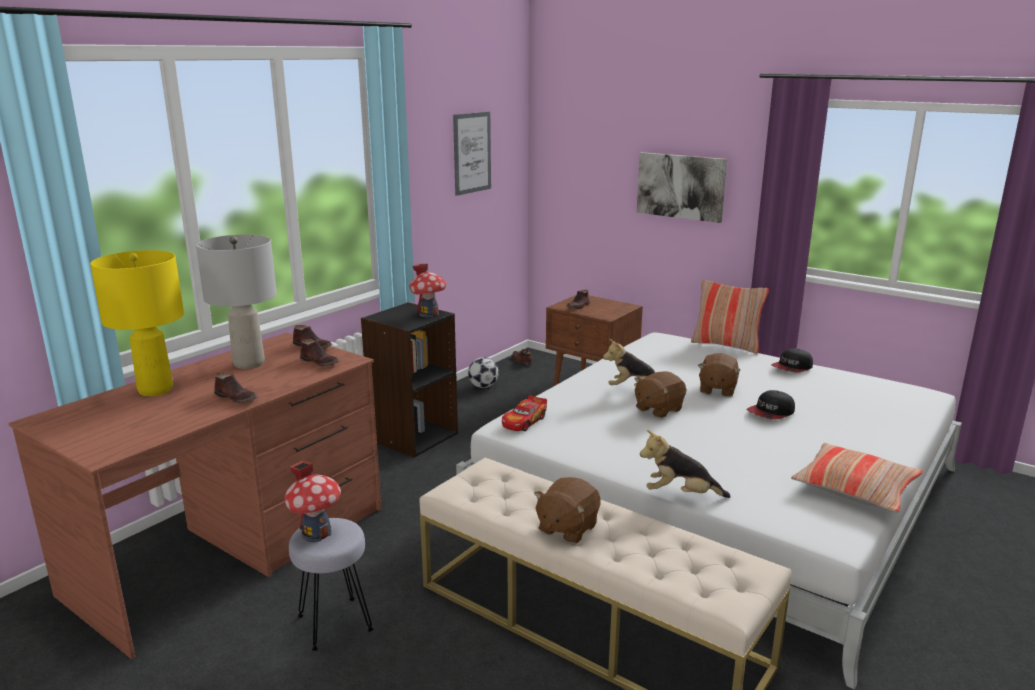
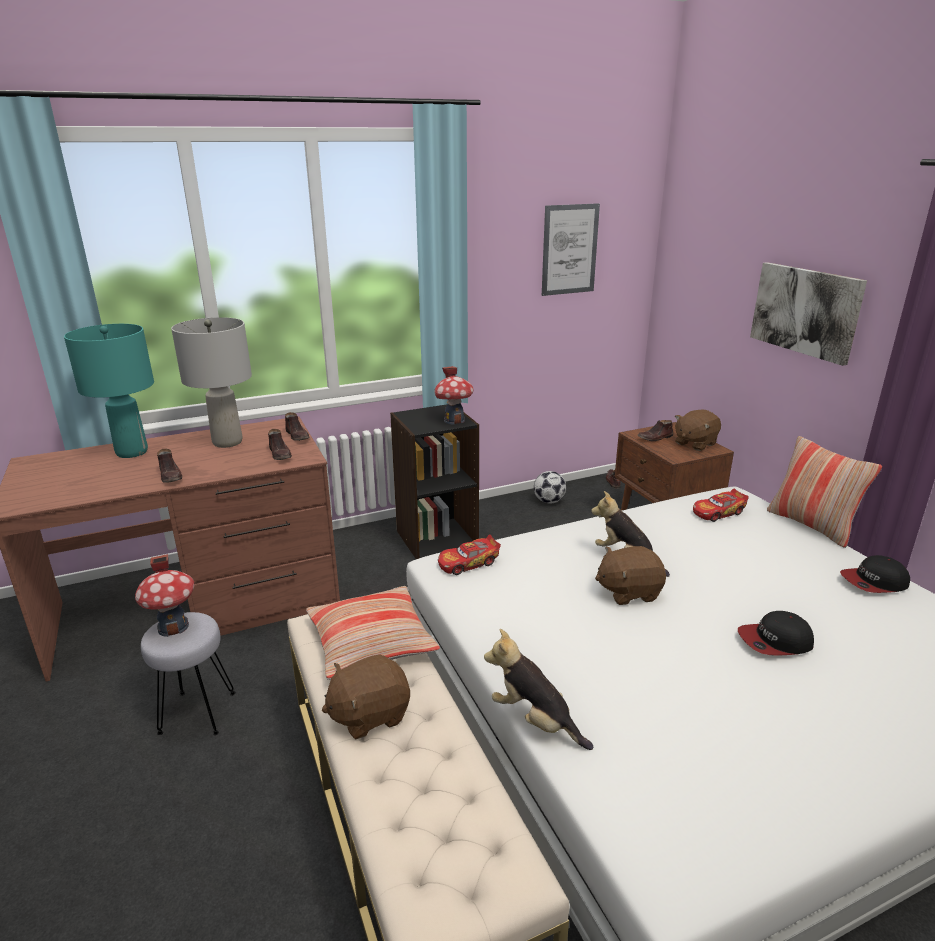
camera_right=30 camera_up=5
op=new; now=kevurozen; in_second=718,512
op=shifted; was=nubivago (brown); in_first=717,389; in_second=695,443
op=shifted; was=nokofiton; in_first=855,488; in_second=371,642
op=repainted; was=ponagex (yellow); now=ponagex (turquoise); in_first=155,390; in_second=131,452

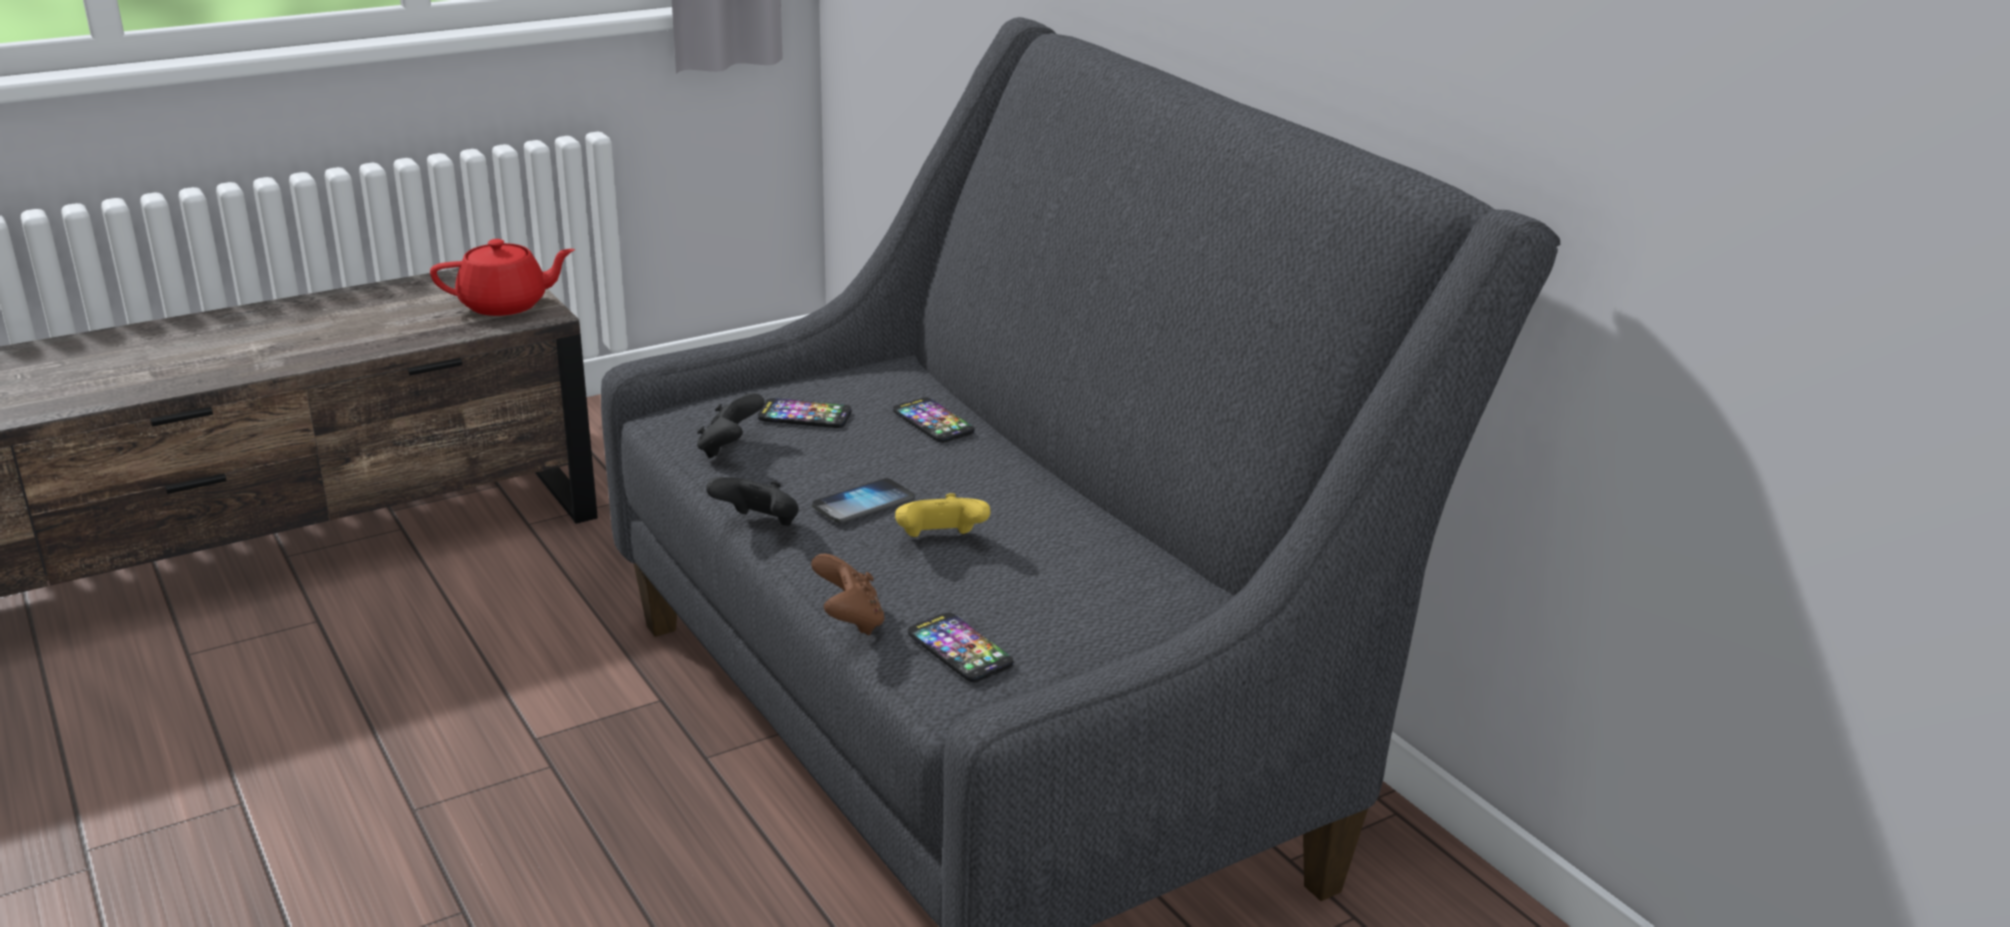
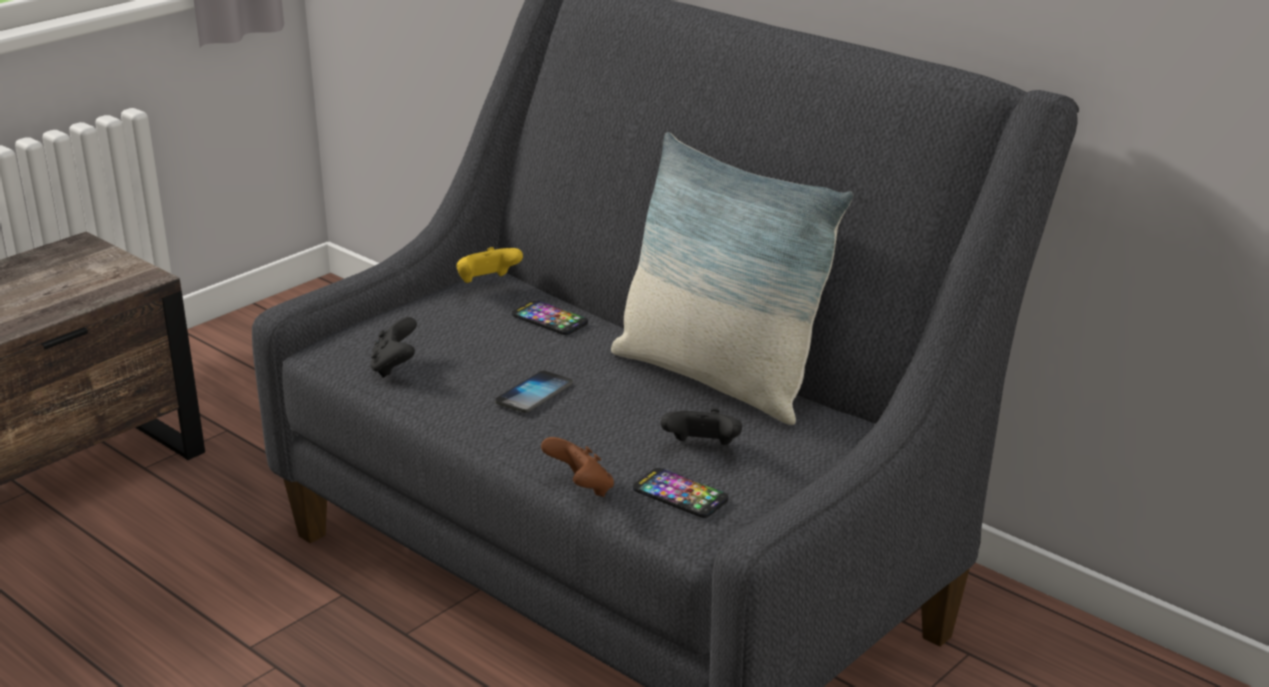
camera_right=-15 camera_up=0
op=gone; was=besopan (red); in_first=505,305
op=gone; was=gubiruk; in_first=804,415
op=new; now=nokofiton; in_second=717,379
op=shifted; was=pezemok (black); in_first=759,525; in_second=702,448
op=shifted; was=pezemok (yellow); in_first=940,541; in_second=487,283

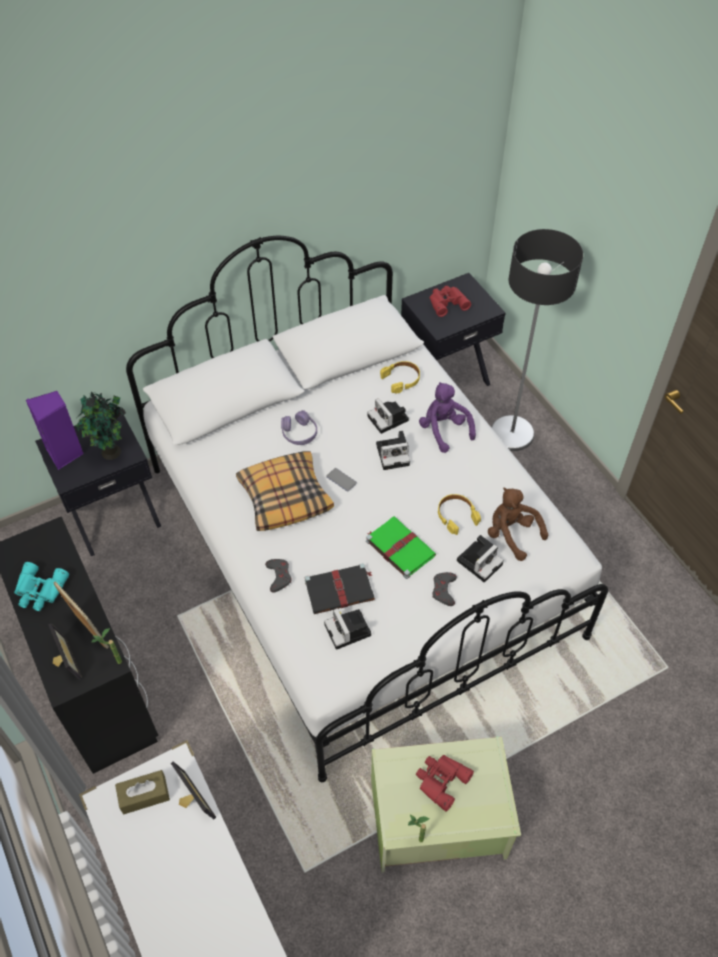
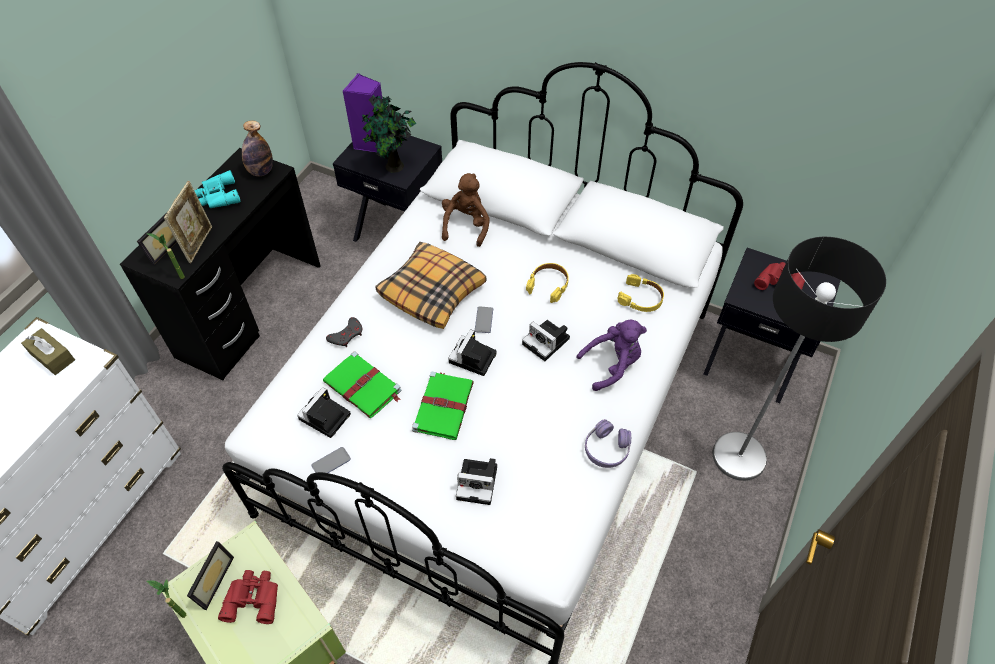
camera_right=55 camera_up=0
op=gone; was=pezemok (grey); in_first=444,590
op=new; now=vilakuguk; in_second=261,171
op=new; now=gubiruk; in_second=331,462
op=shifted; was=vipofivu; in_first=190,801; in_second=211,580
op=shifted; was=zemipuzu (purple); in_first=299,433; in_second=606,449
op=shifted; was=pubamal; in_first=389,419; in_second=472,359
op=shifted; was=zemipuzu (yellow); in_first=456,516; in_second=548,285
op=shifted; was=nubivago (brown); in_first=511,534; in_second=466,225
op=repainted; was=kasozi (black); now=kasozi (green); in_first=340,590; in_second=363,387
op=rotated; was=nubivago (purple); in_first=444,430; in_second=612,365; clockwise=45

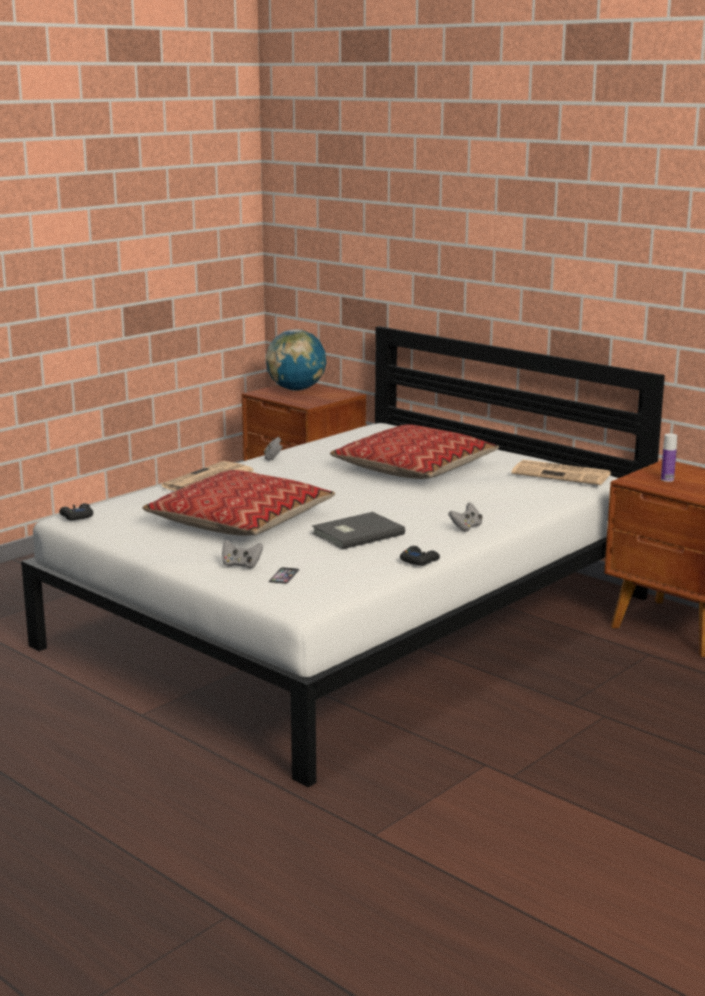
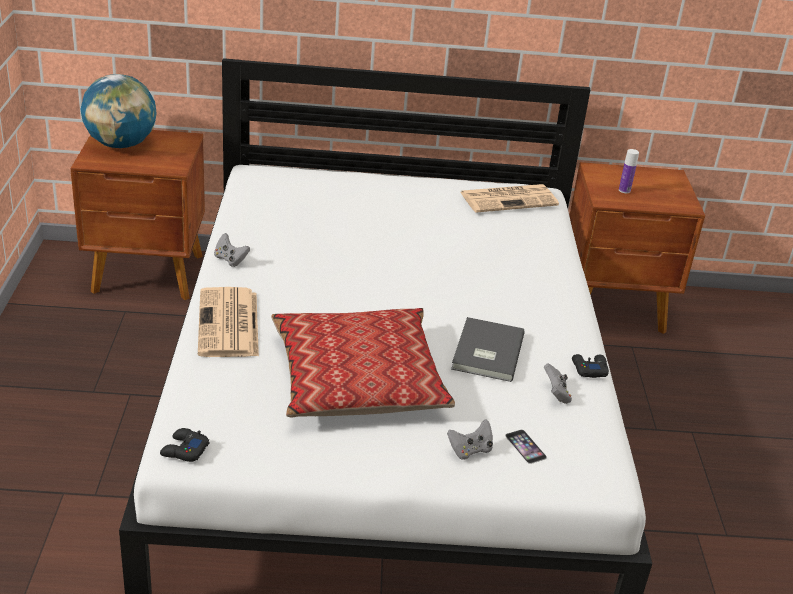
camera_right=-45 camera_up=15
op=gone; was=nokofiton; in_first=414,468
op=shifted; was=pezemok (grey); in_first=466,527; in_second=556,394

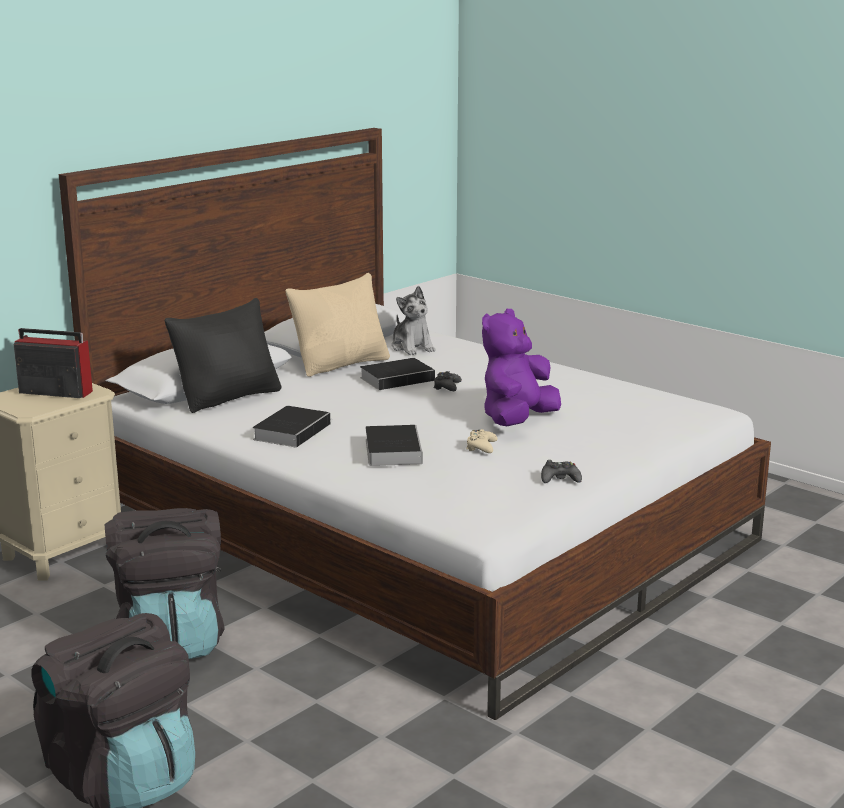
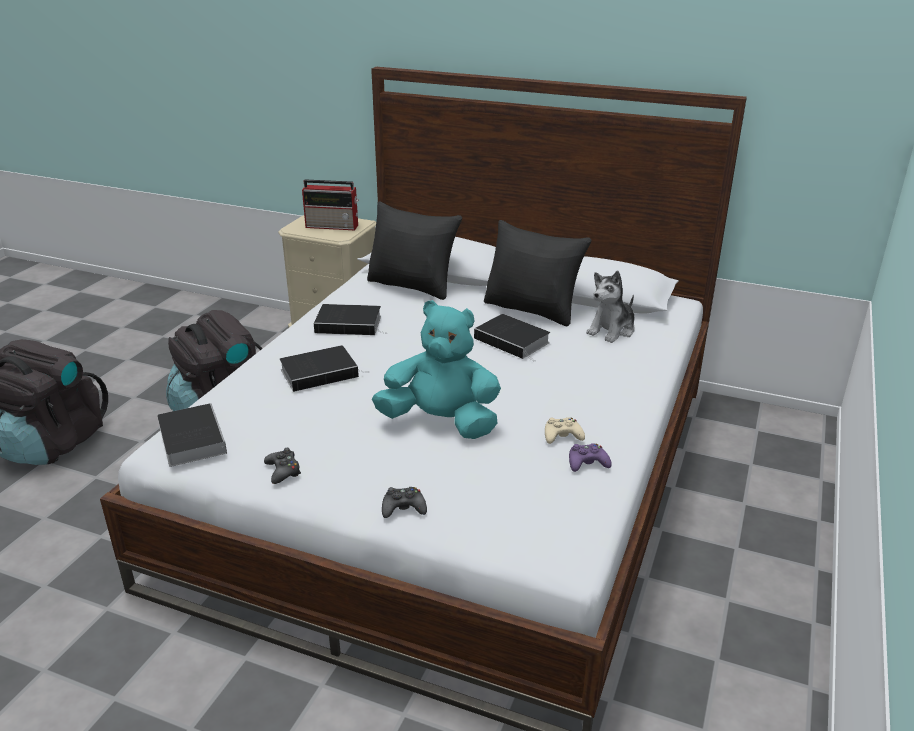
camera_right=70 camera_up=10
op=new; now=kasozi; in_second=191,438
op=new; now=pezemok (purple); in_second=587,463
op=shifted; was=pezemok (black); in_first=447,387; in_second=403,508
op=shifted; was=pezemok (beige); in_first=481,447; in_second=562,436
op=repainted; was=nokofiton (beige); now=nokofiton (black); in_first=341,364; in_second=532,310
op=repainted; was=nubivago (purple); now=nubivago (turquoise); in_first=517,421; in_second=441,422
op=rotated; was=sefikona; in_first=54,392; in_second=333,226; clockwise=105

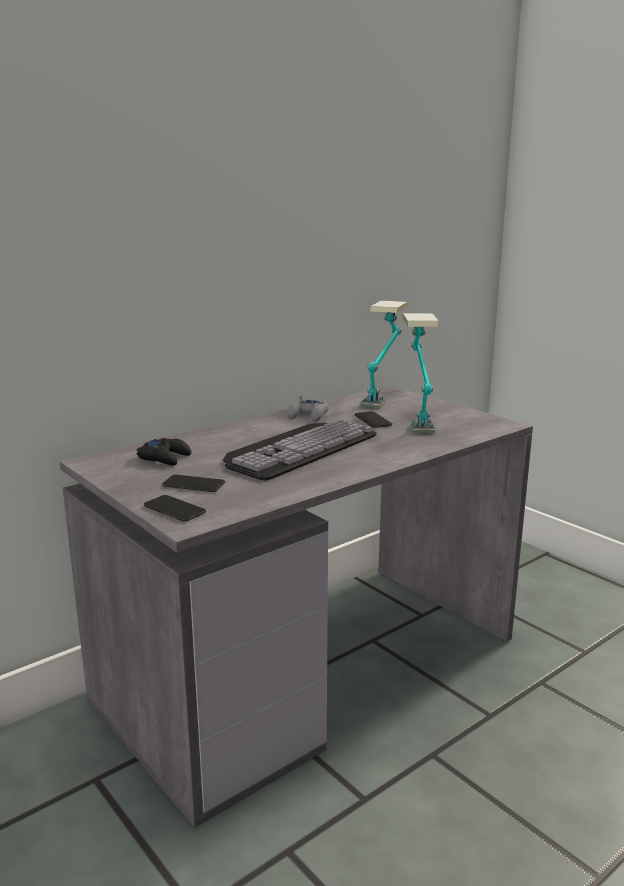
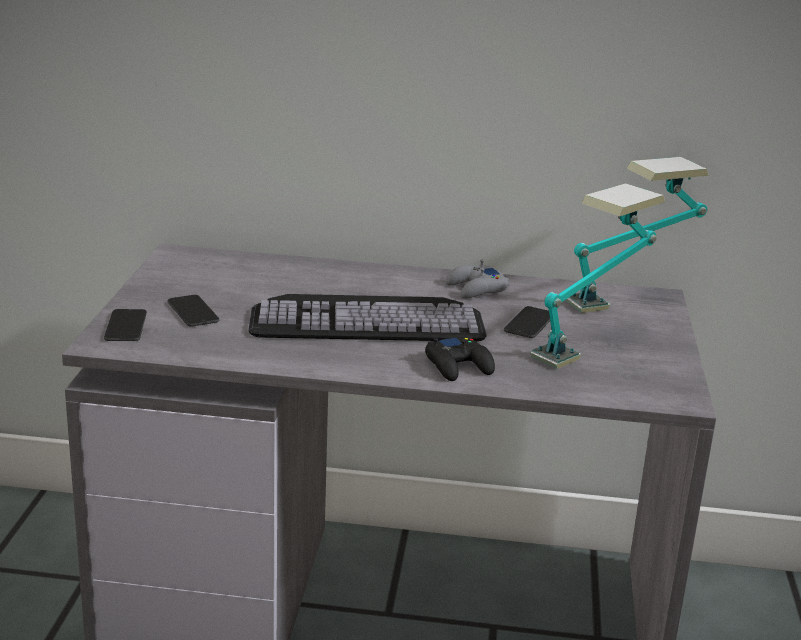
camera_right=45 camera_up=5
op=shifted; was=pezemok (black); in_first=165,458; in_second=459,366

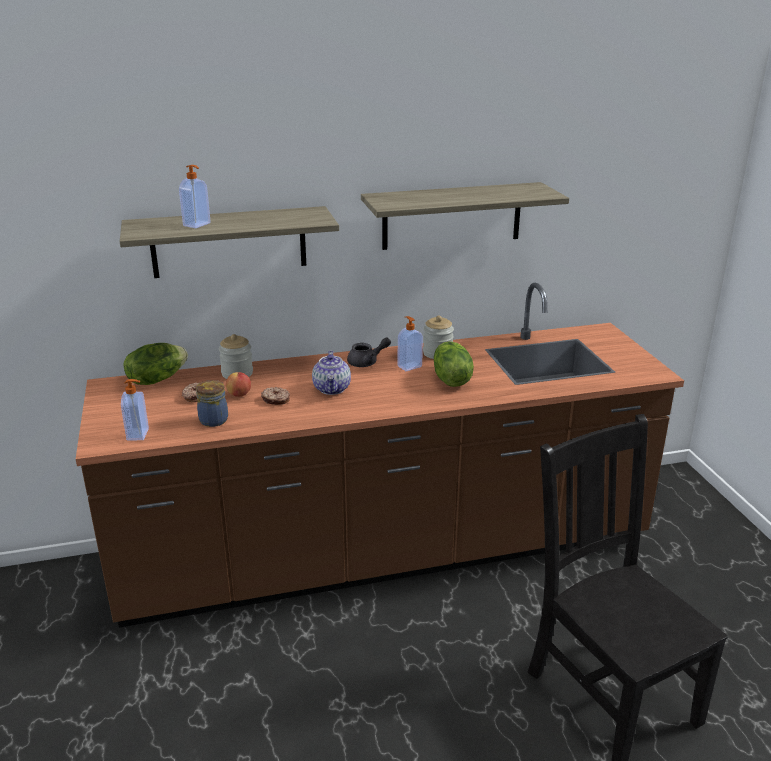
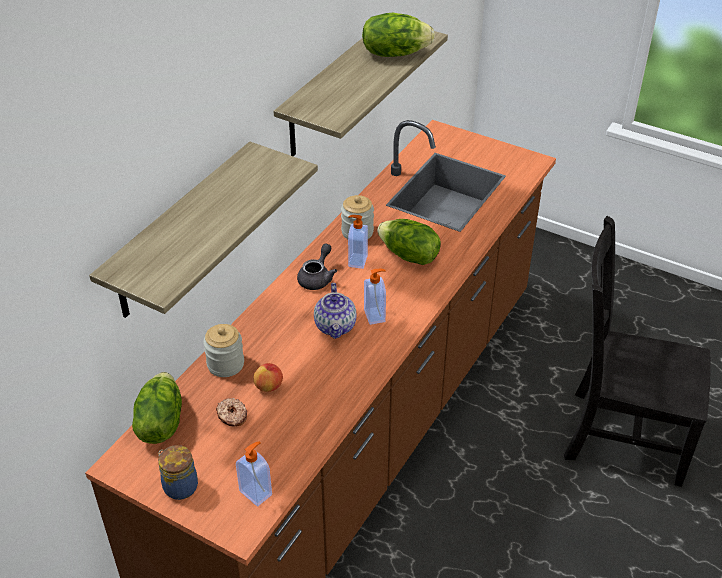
camera_right=-45 camera_up=15
op=gone; was=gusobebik; in_first=276,400
op=new; now=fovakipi; in_second=395,53
op=shifted; was=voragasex; in_first=197,225; in_second=375,315
op=shifted; was=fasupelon; in_first=213,419; in_second=179,486
op=rotated; was=besopan; in_first=332,389; in_second=336,326; clockwise=45

